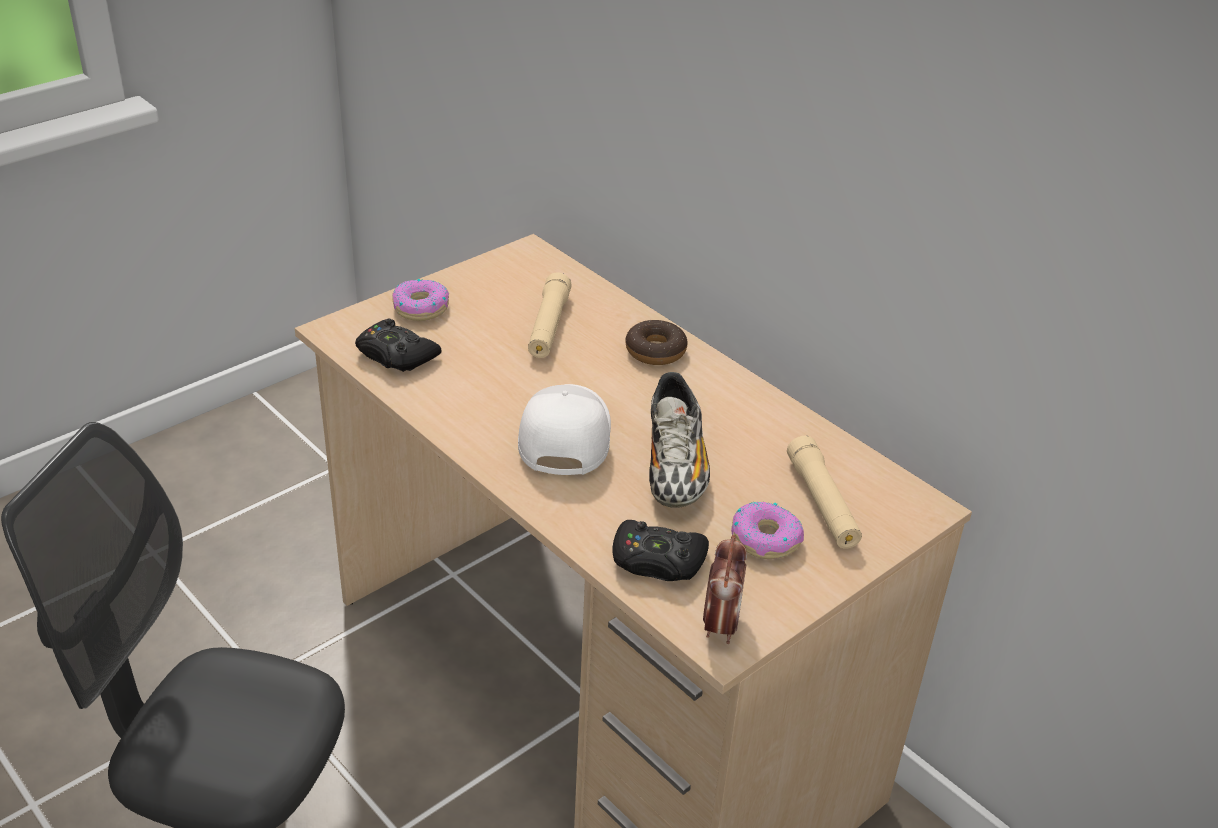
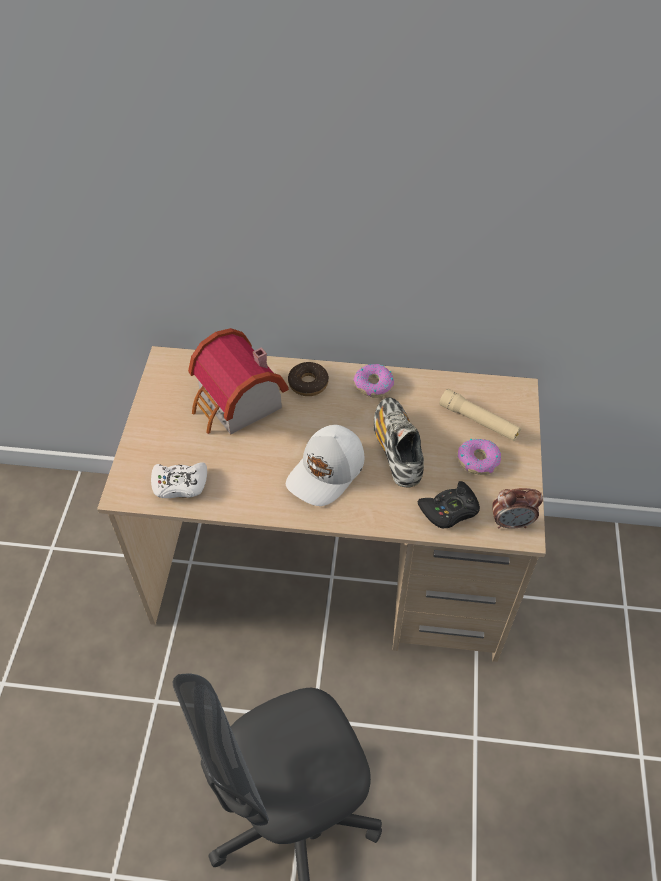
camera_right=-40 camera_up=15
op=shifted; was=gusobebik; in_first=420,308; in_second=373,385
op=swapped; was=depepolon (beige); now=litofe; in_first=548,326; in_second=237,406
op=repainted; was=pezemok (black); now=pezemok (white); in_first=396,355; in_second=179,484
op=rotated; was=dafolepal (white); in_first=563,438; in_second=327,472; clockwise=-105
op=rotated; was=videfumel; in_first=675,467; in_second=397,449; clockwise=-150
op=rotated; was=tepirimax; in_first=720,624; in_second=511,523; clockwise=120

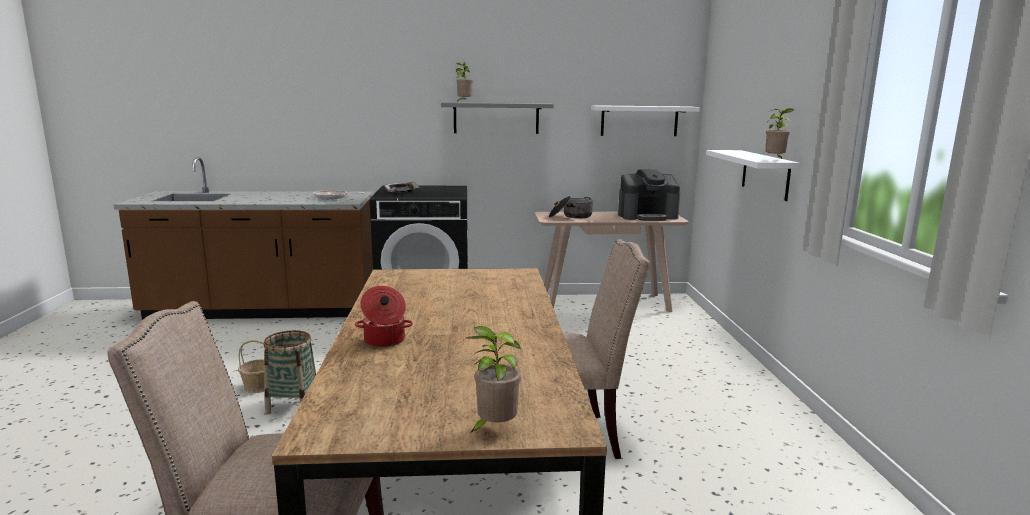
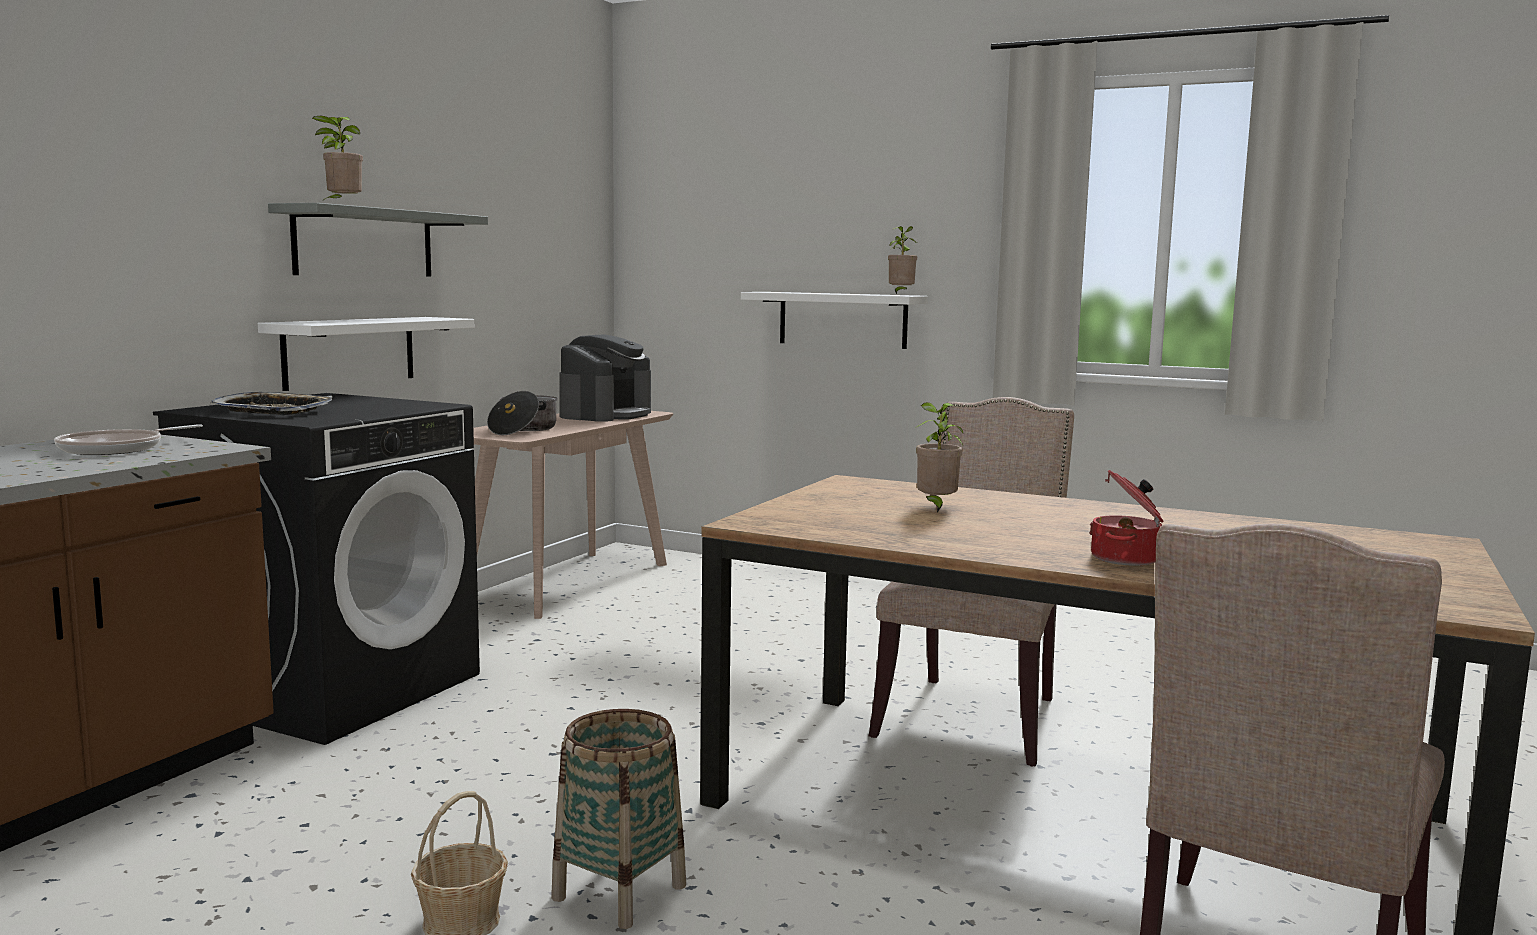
camera_right=-60 camera_up=-5
op=shifted; was=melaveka; in_first=494,428; in_second=936,507
op=shifted; was=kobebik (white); in_first=639,121; in_second=350,351

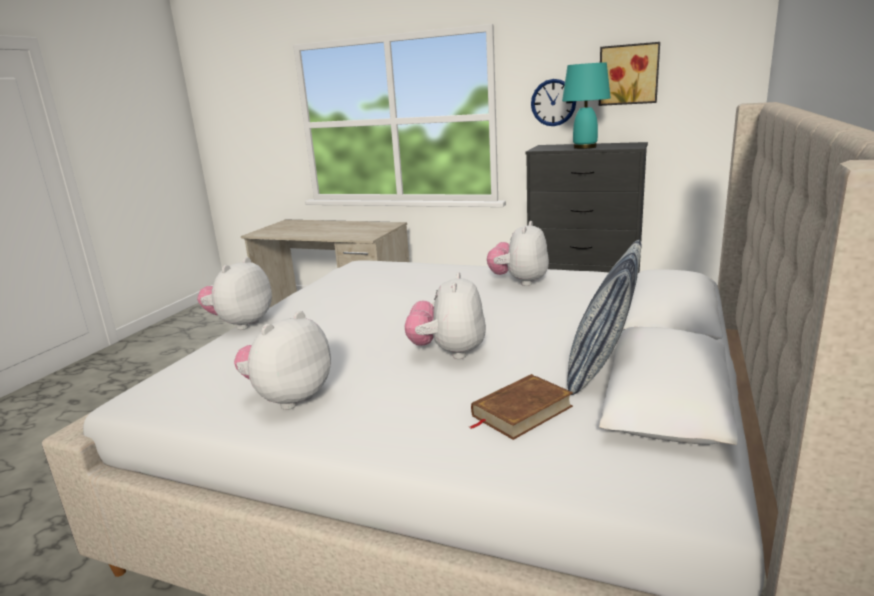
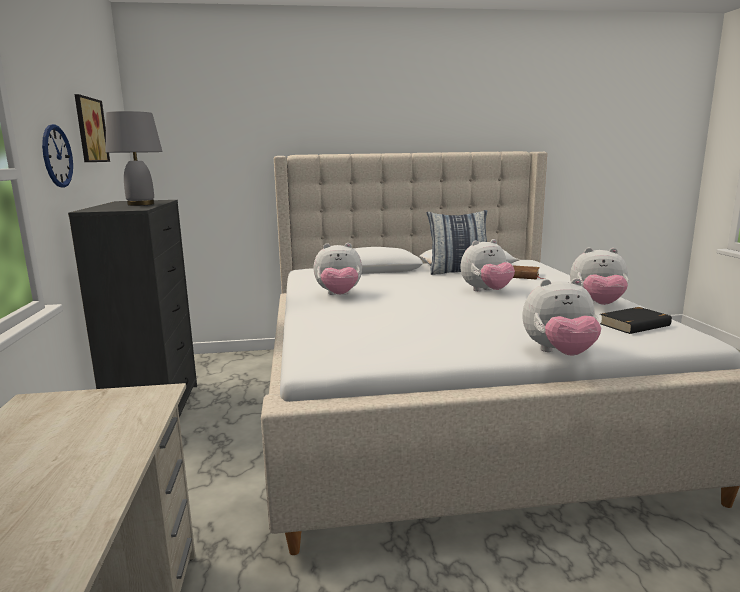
camera_right=-120 camera_up=-5
op=new; now=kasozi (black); in_second=635,325
op=repainted; was=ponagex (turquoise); now=ponagex (grey); in_first=585,147; in_second=141,204

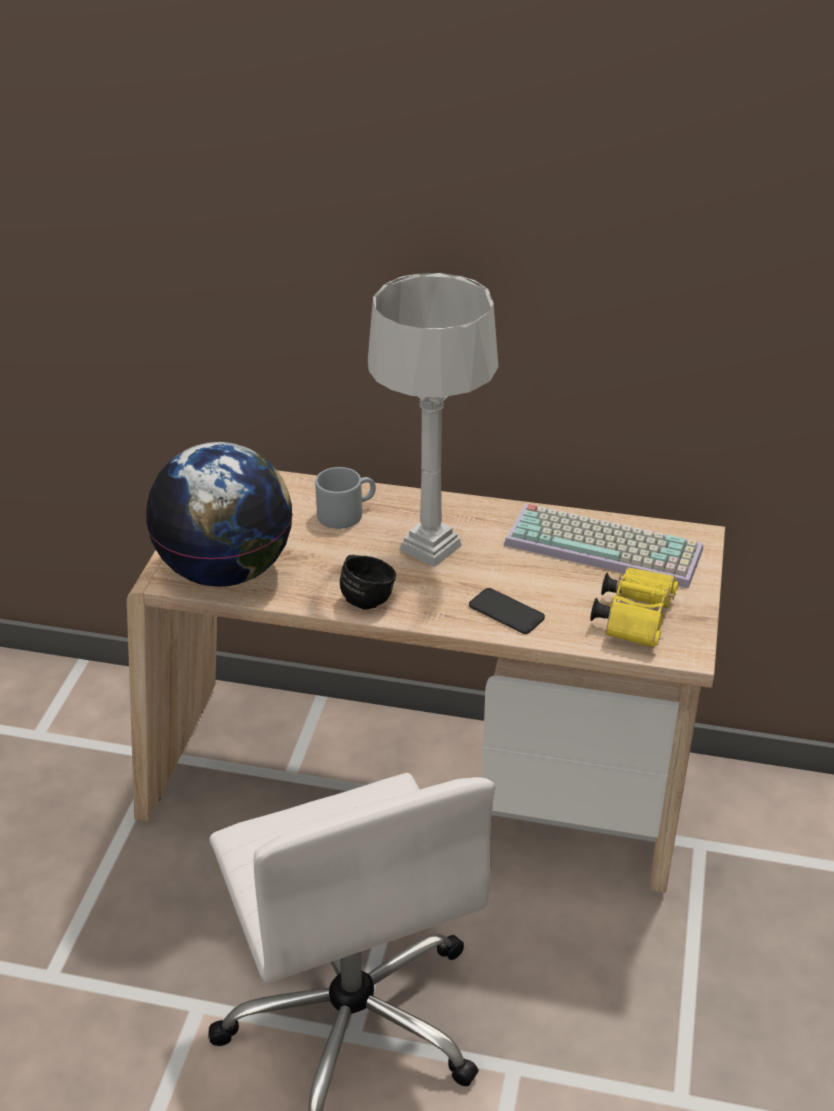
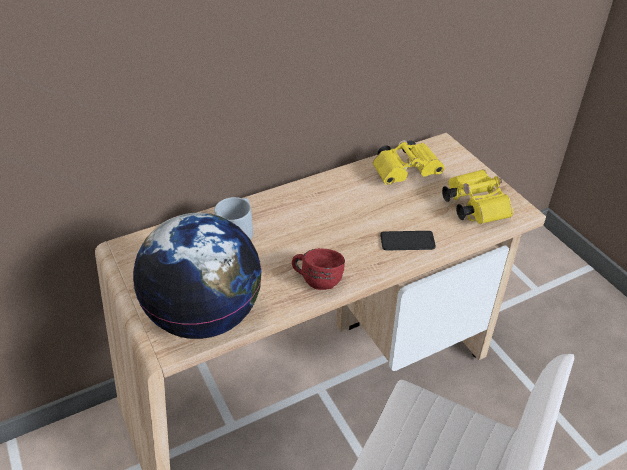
camera_right=-40 camera_up=5
op=gone; was=ponagex (grey); in_first=431,548
op=swapped; was=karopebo; now=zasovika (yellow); in_first=606,546; in_second=407,172
op=repainted; was=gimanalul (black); now=gimanalul (red); in_first=366,596; in_second=318,279

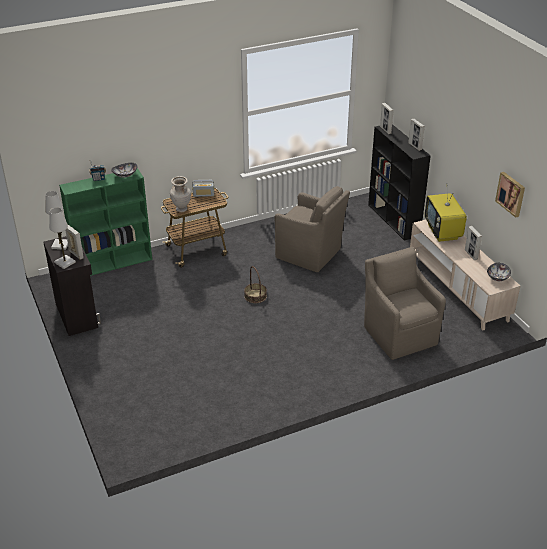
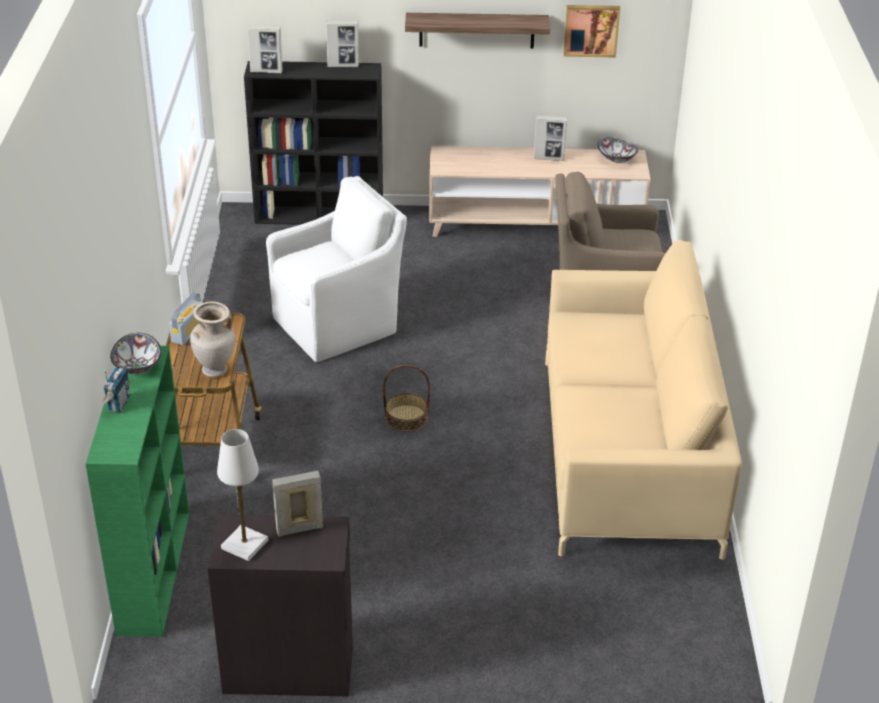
camera_right=-65 camera_up=0
op=gone; was=ponagex (white); in_first=65,262
op=gone; was=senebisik; in_first=443,232
op=new; now=kobebik; in_second=476,30
op=new; now=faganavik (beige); in_second=628,453
op=repainted; was=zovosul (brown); now=zovosul (white); in_first=310,254; in_second=338,324

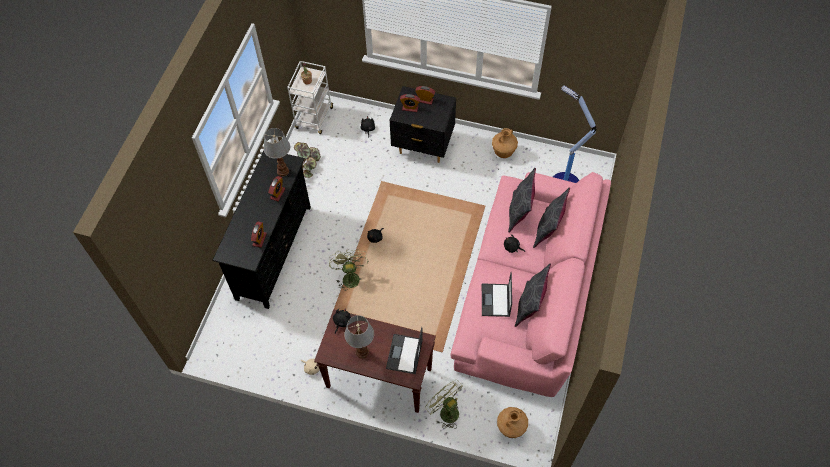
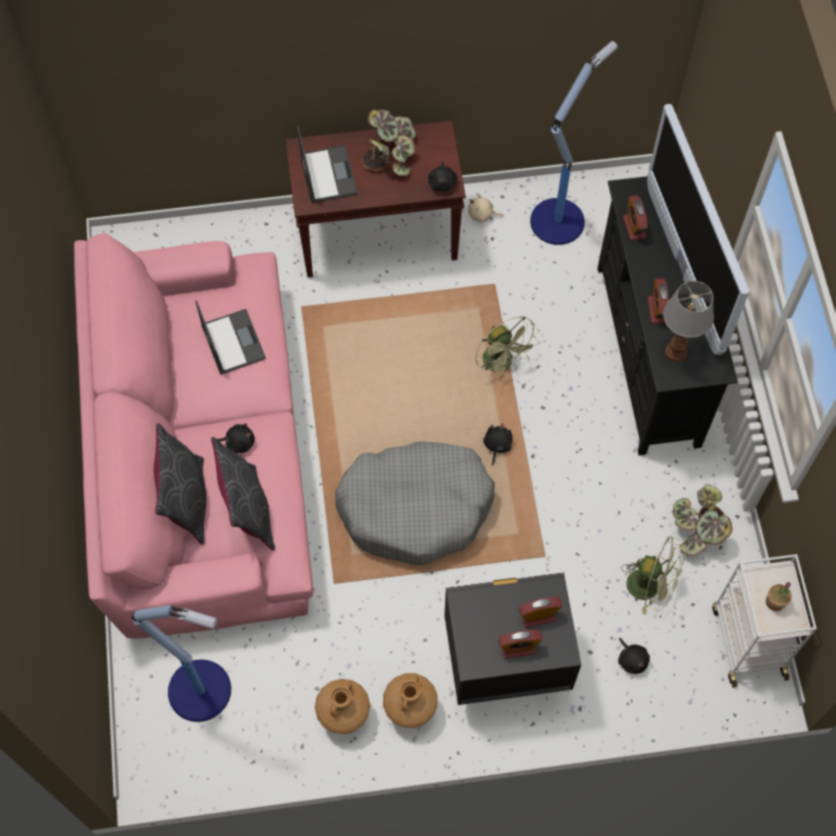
camera_right=155 camera_up=5
op=gone; was=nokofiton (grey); in_first=529,306
op=new; now=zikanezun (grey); in_second=415,507
op=new; now=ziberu; in_second=558,220
op=new; now=senebisik; in_second=682,269
op=shifted; was=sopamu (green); in_first=445,411; in_second=650,586
op=shifted; was=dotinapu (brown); in_first=511,428; in_second=410,710
op=swapped; was=ponagex; now=melaveka; in_first=362,352; in_second=390,154

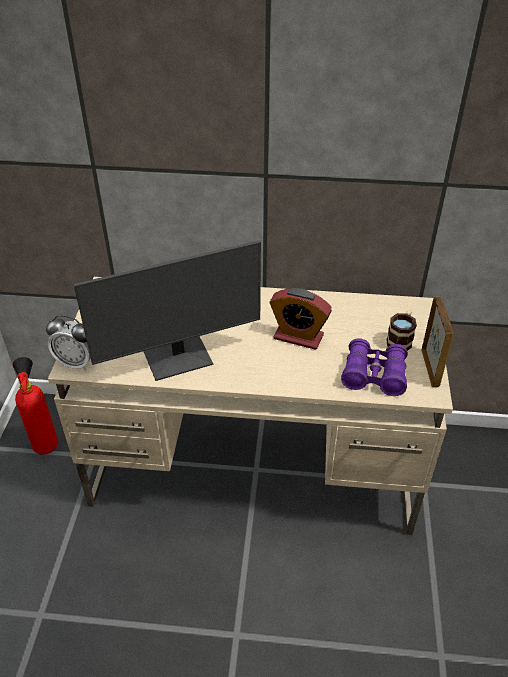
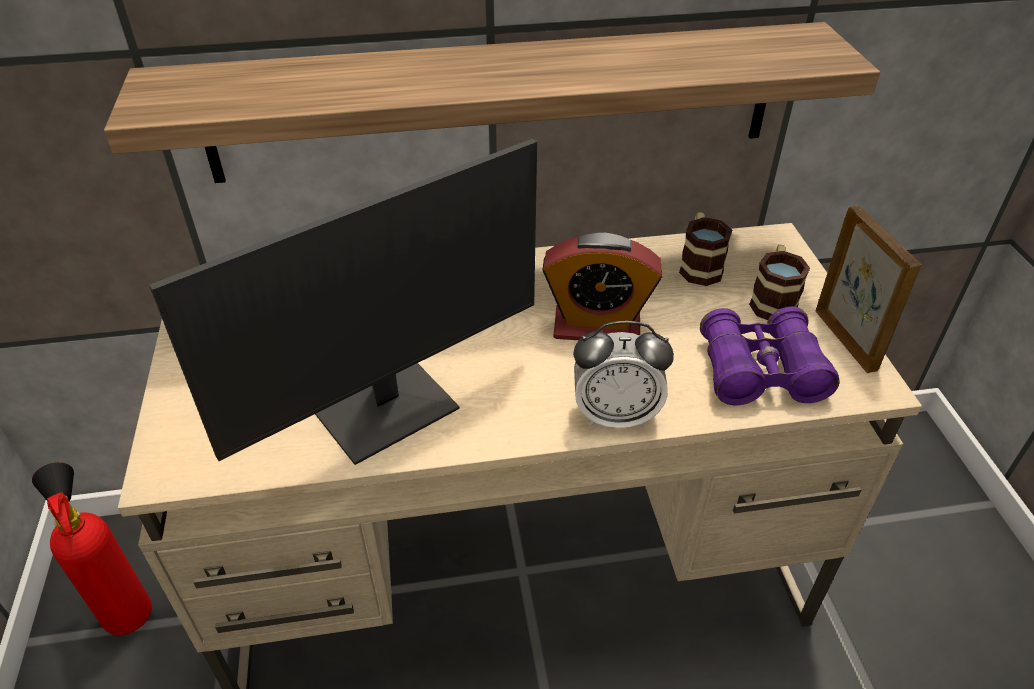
camera_right=-15 camera_up=0
op=new; now=kobebik; in_second=495,103
op=new; now=gimanalul; in_second=699,265
op=shifted; was=tepirimax; in_first=77,362; in_second=615,415

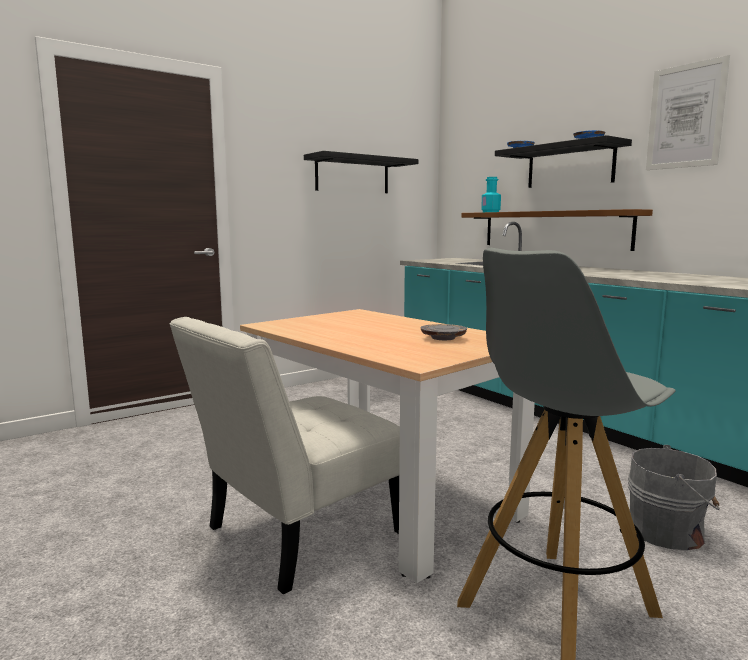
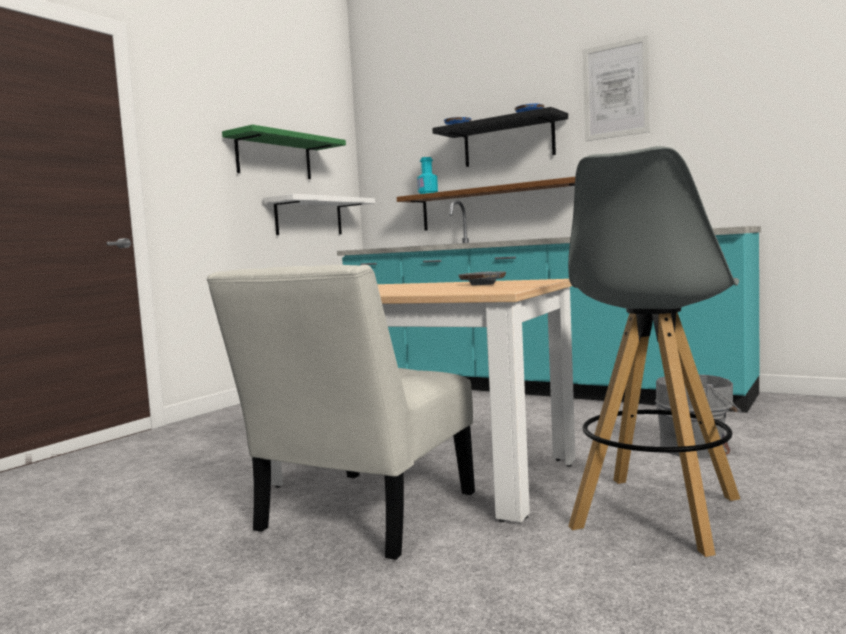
camera_right=-20 camera_up=-5
op=new; now=kobebik (white); in_second=309,217
op=repainted; was=kobebik (black); now=kobebik (green); in_first=352,175; in_second=274,157

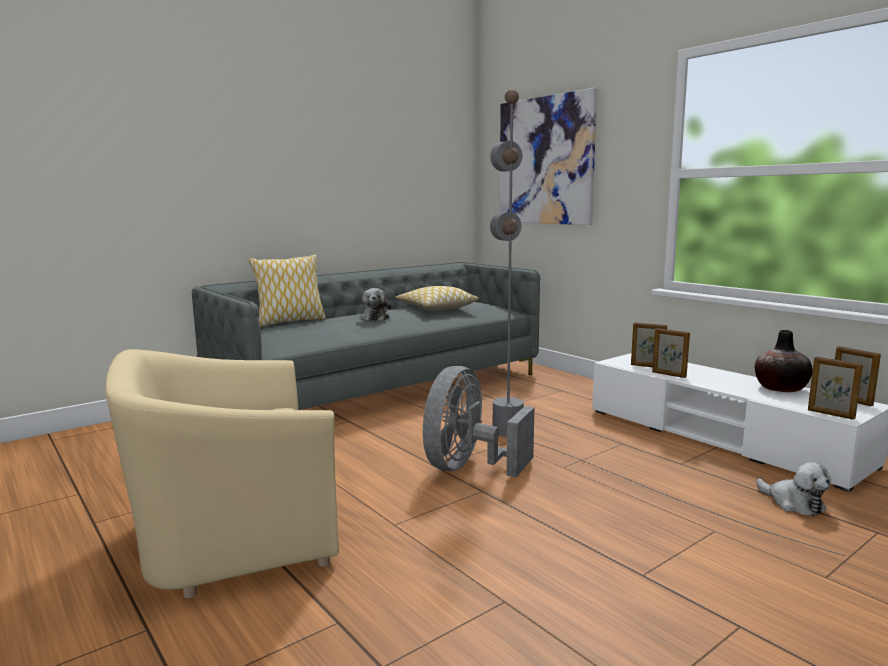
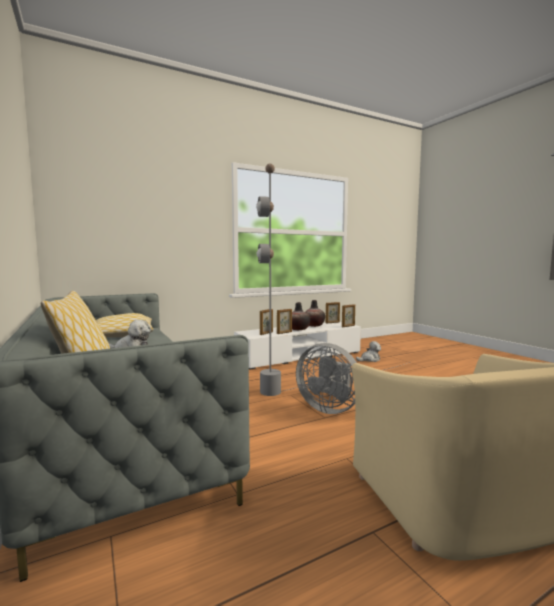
camera_right=-80 camera_up=-5
op=gone; was=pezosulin; in_first=545,161
op=new; now=dotinapu; in_second=298,329

